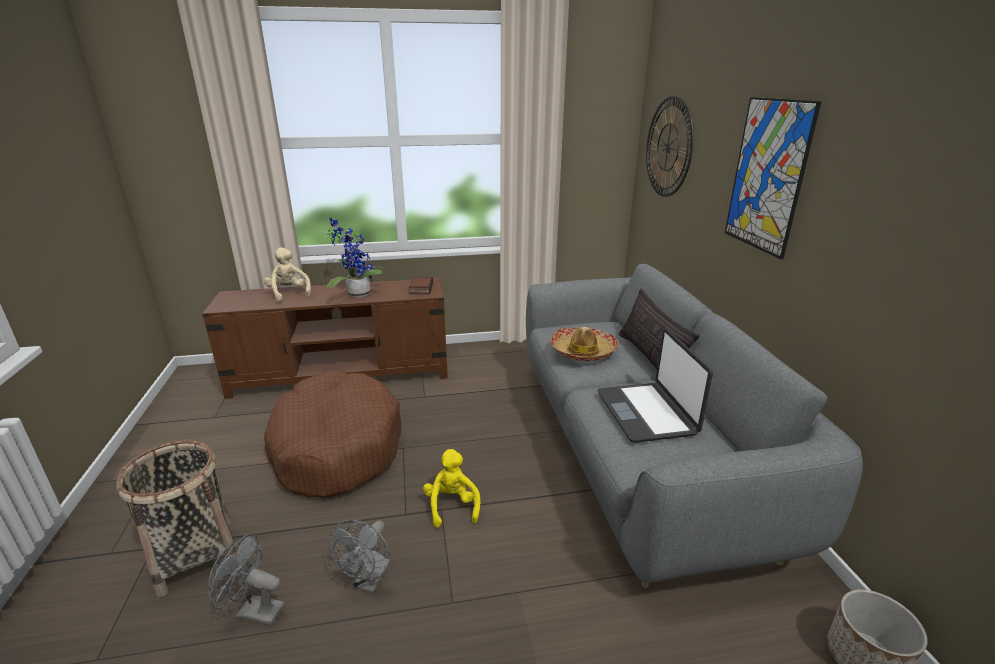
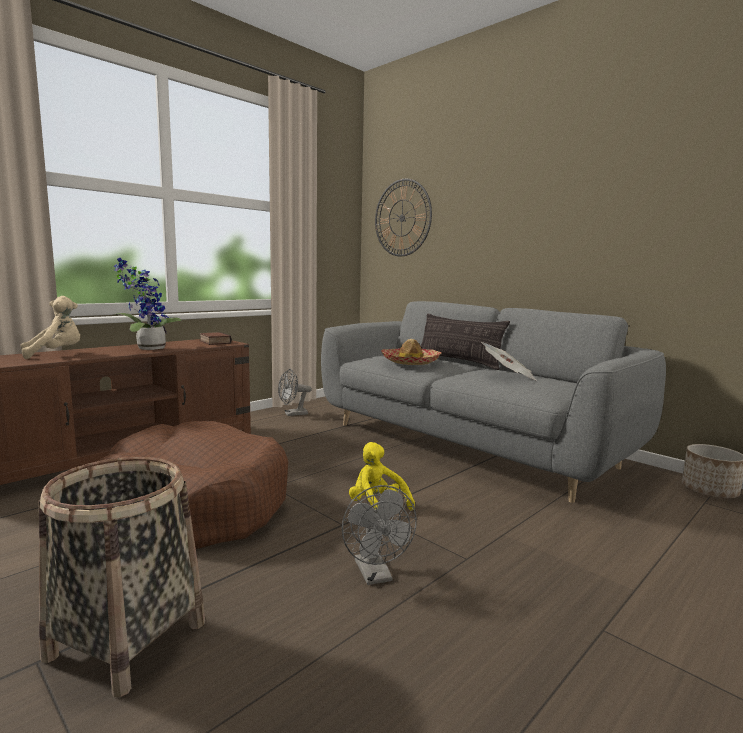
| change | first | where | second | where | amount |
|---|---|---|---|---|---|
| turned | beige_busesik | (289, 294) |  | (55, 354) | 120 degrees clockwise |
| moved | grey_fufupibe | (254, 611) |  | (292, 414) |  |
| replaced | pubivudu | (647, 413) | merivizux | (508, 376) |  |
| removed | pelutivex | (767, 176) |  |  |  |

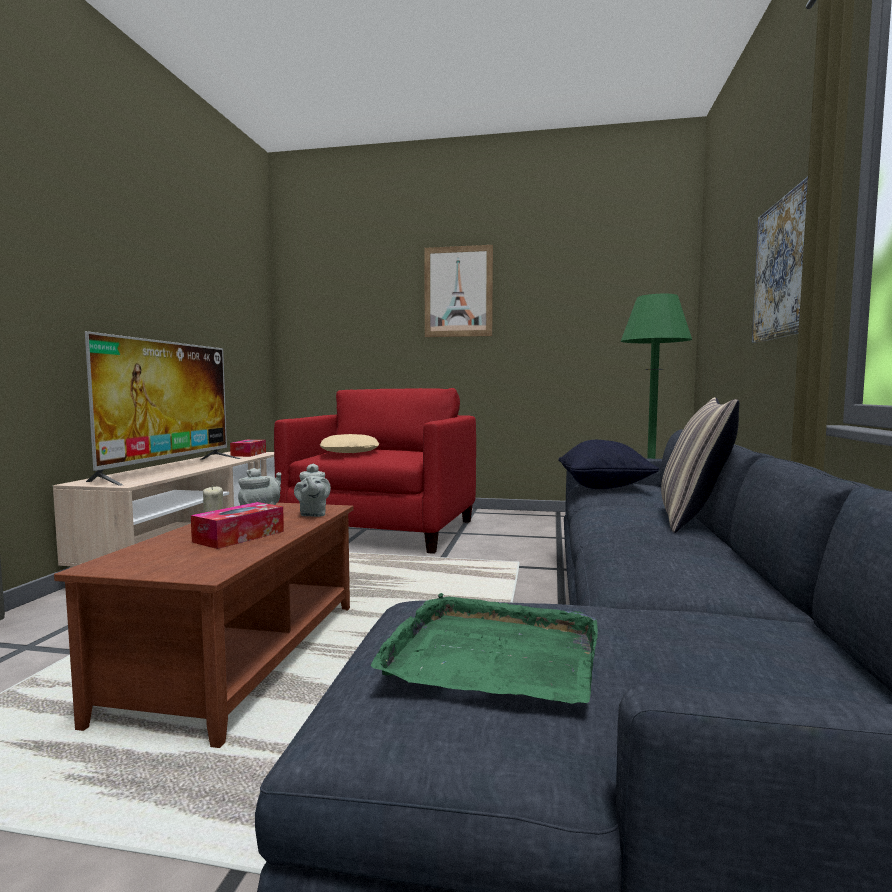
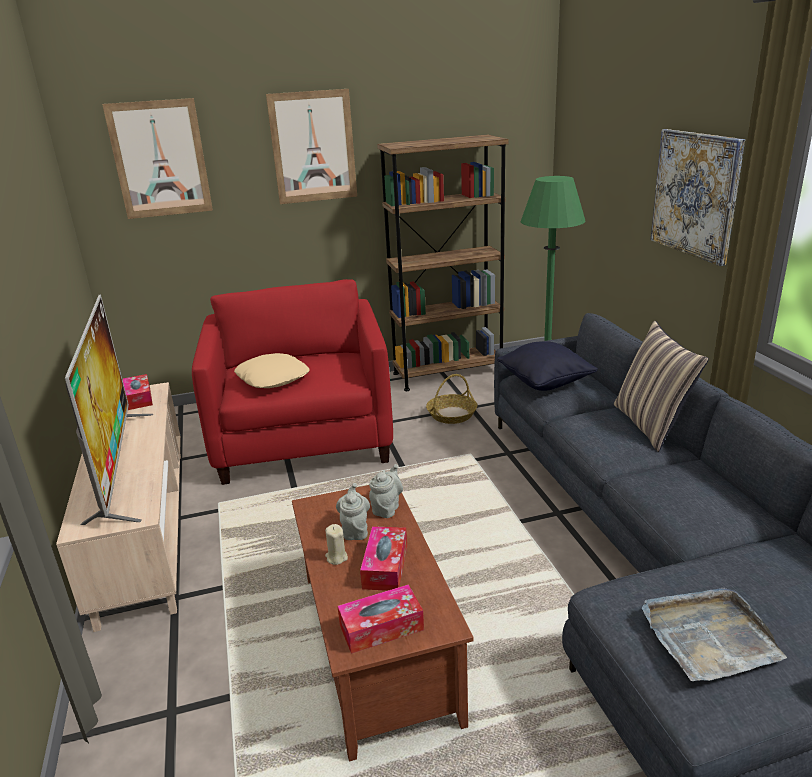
| change | first | where | second | where | amount |
|---|---|---|---|---|---|
| added |  |  | pelutivex | (160, 159) |  |
| added |  |  | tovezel | (381, 627) |  |
| turned | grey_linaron | (312, 514) |  | (387, 508) | 120 degrees counterclockwise |
| added |  |  | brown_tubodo | (448, 374) |  |
| added |  |  | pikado | (452, 414) |  |
| recoloured | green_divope | (493, 654) | grey_divope | (708, 637) |  |

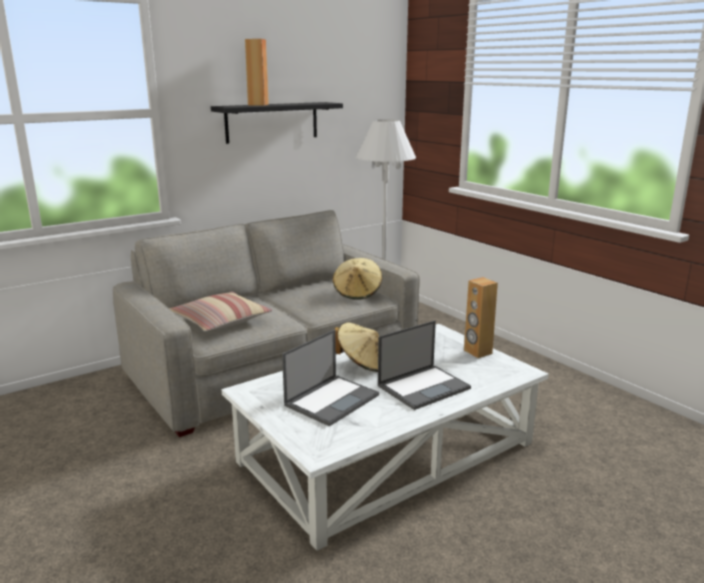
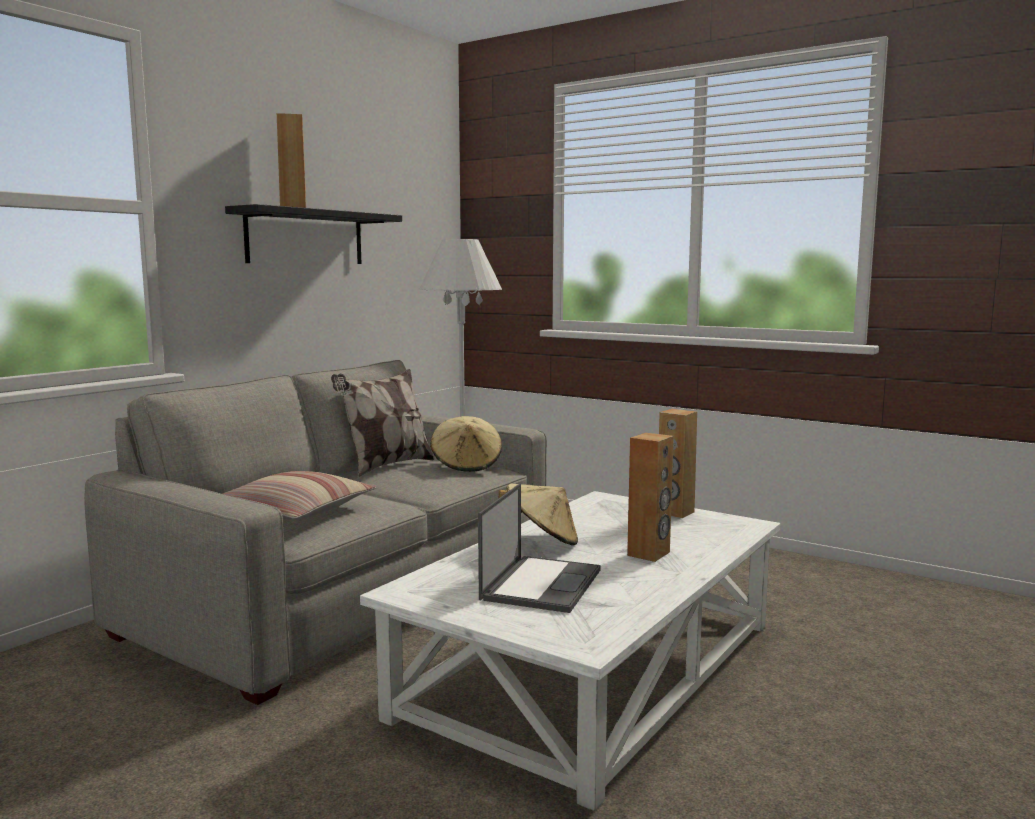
| change | first | where | second | where | amount |
|---|---|---|---|---|---|
| added |  |  | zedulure | (386, 465) |  |
| replaced | pubivudu | (424, 386) | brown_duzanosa | (649, 554) |  |

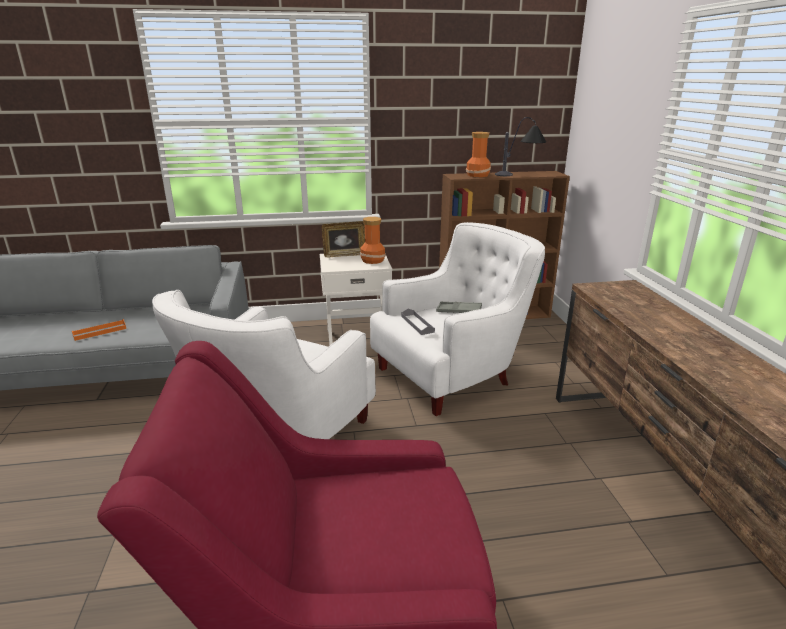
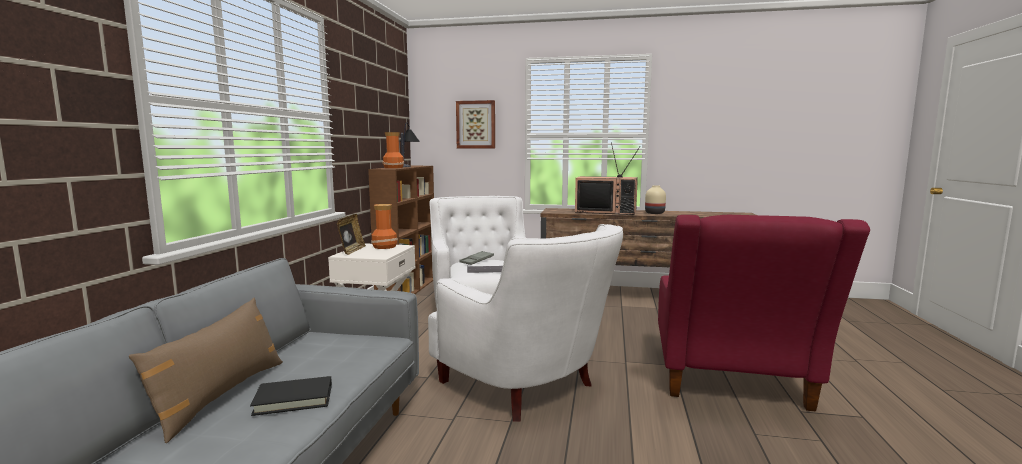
| change | first | where | second | where | amount |
|---|---|---|---|---|---|
| added |  |  | brown_zedulure | (220, 395) |  |
| replaced | orange_divope | (99, 332) | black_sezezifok | (294, 399) |  |
| added |  |  | pelutivex | (476, 124) |  |
| added |  |  | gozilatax | (606, 212) |  |
| added |  |  | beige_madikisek | (655, 213) |  |

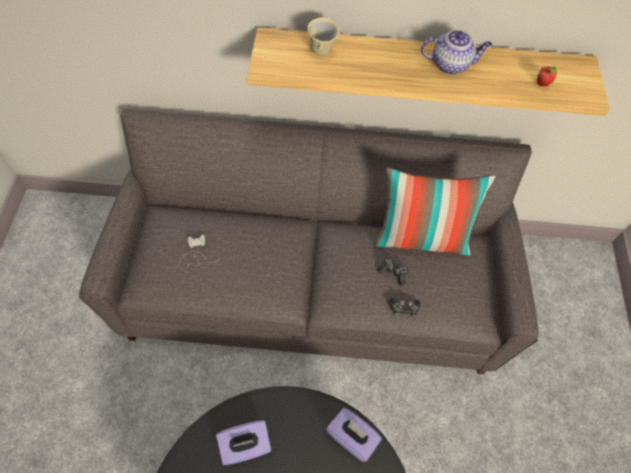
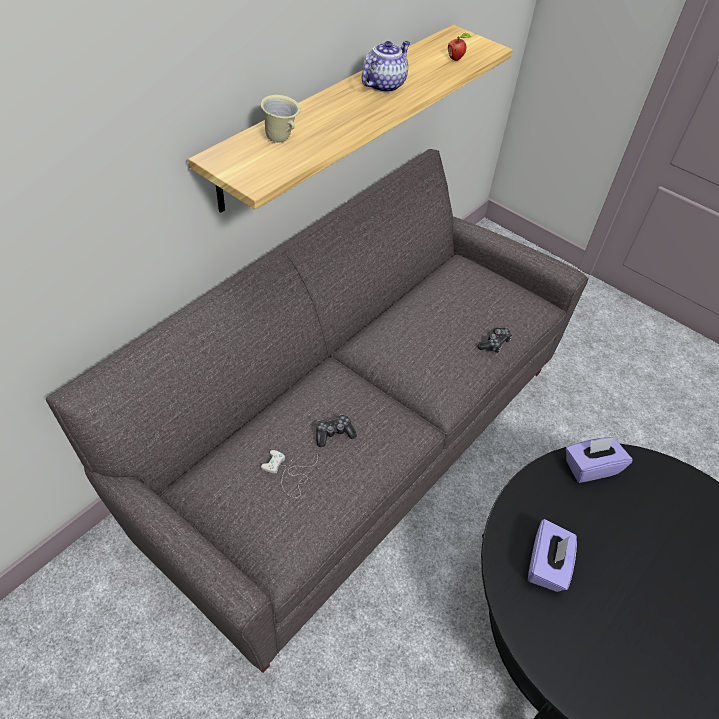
| change | first | where | second | where | amount |
|---|---|---|---|---|---|
| moved | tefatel | (393, 272) |  | (334, 433) |  |
| removed | zedulure | (421, 238) |  |  |  |

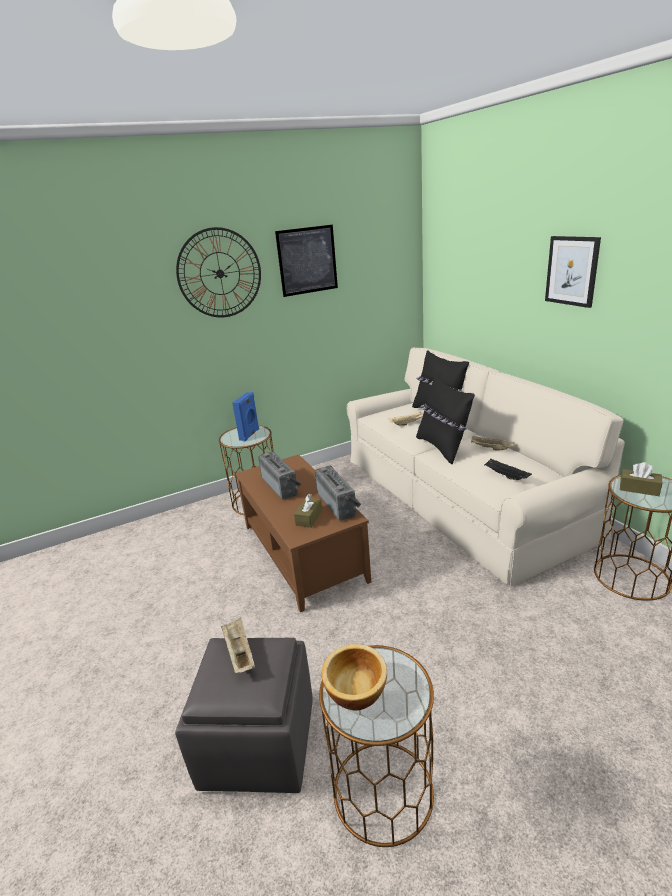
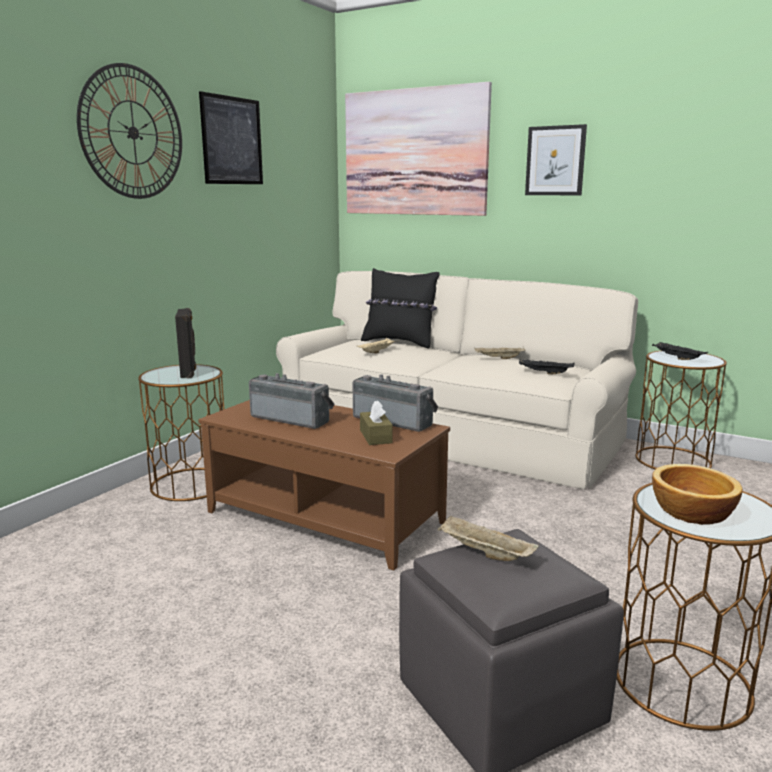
| change | first | where | second | where | amount |
|---|---|---|---|---|---|
| recoloured | blue_duzanosa | (250, 435) | black_duzanosa | (189, 372) |  |
| added |  |  | pelutivex | (415, 152) |  |
| replaced | brown_tovezel | (639, 488) | black_divope | (676, 358) |  |
| removed | black_zedulure | (443, 448) |  |  |  |

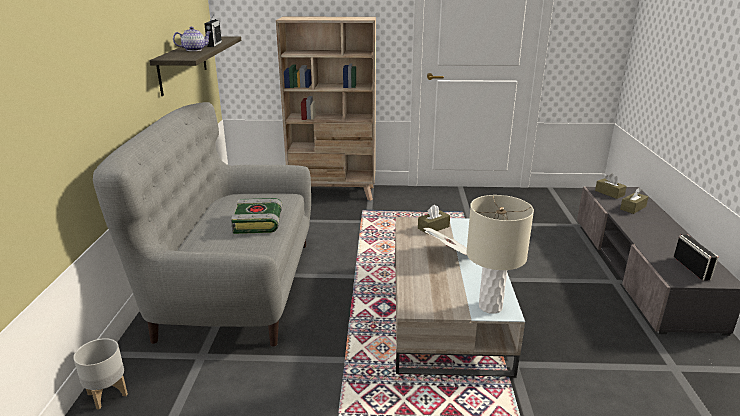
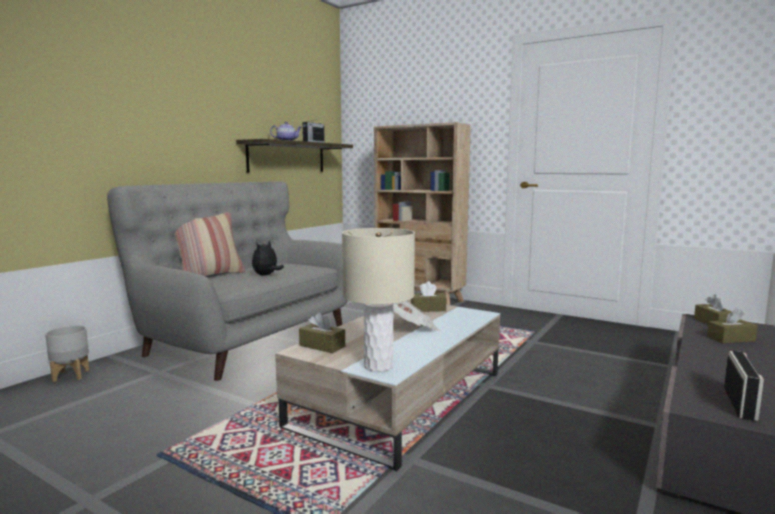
| change | first | where | second | where | amount |
|---|---|---|---|---|---|
| added |  |  | zedulure | (210, 275) |  |
| replaced | sezezifok | (259, 223) | busesik | (266, 275) |  |
| added |  |  | brown_tovezel | (322, 346) |  |

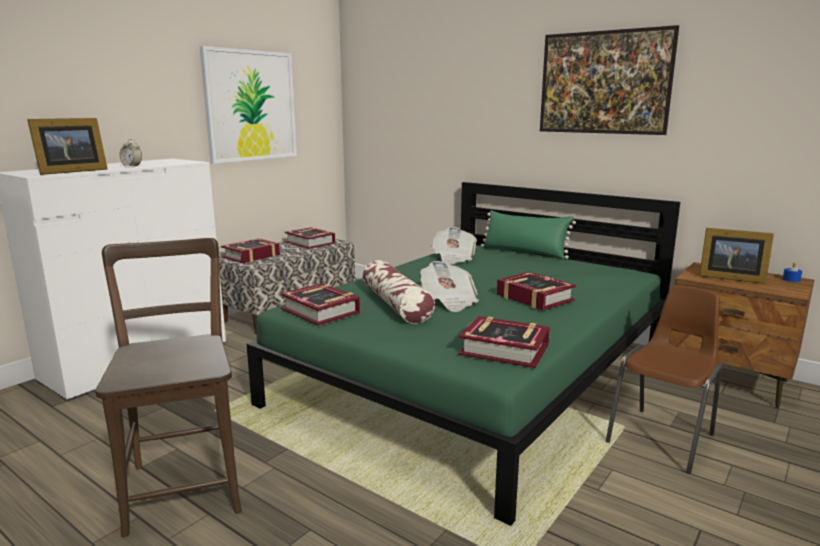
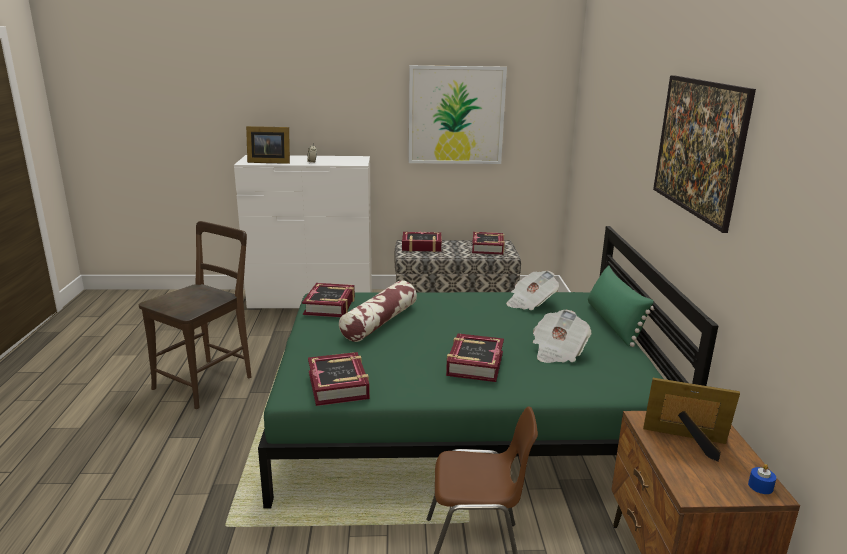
| change | first | where | second | where | amount |
|---|---|---|---|---|---|
| moved | merivizux | (448, 301) |  | (557, 351) |  |
| turned | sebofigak | (729, 277) |  | (687, 442) | 120 degrees clockwise |

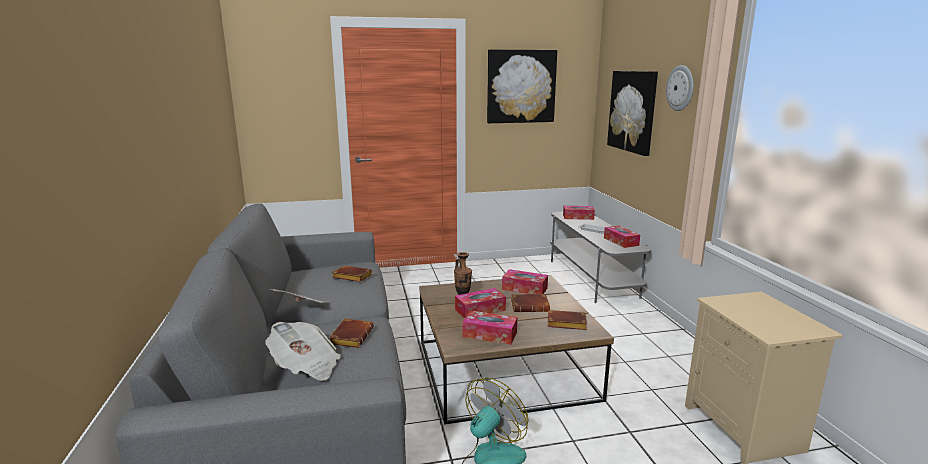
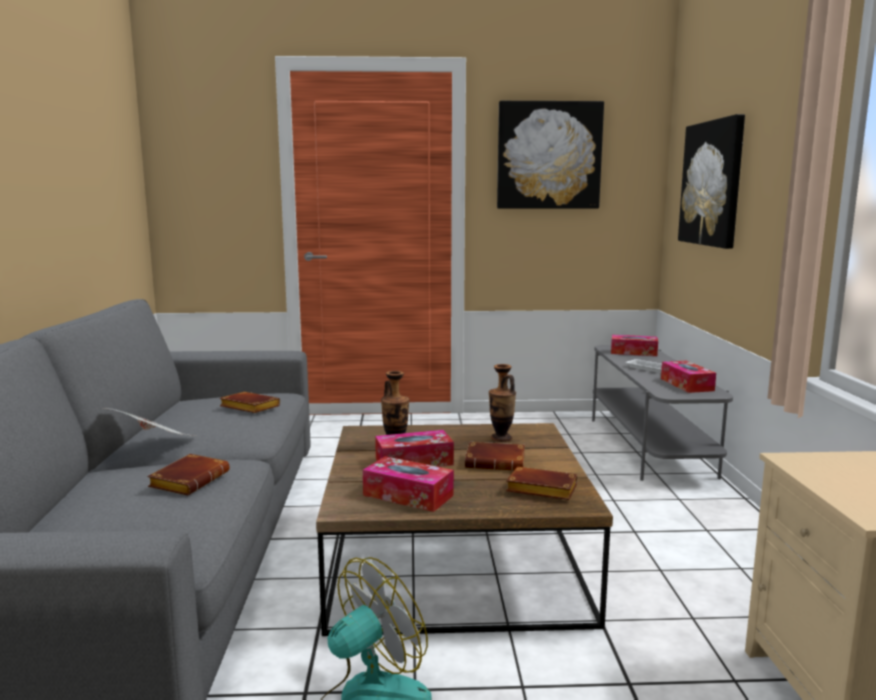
| change | first | where | second | where | amount |
|---|---|---|---|---|---|
| replaced | tovezel | (524, 288) | madikisek | (501, 438) |  |
| removed | merivizux | (306, 366) |  |  |  |
| removed | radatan | (680, 88) |  |  |  |

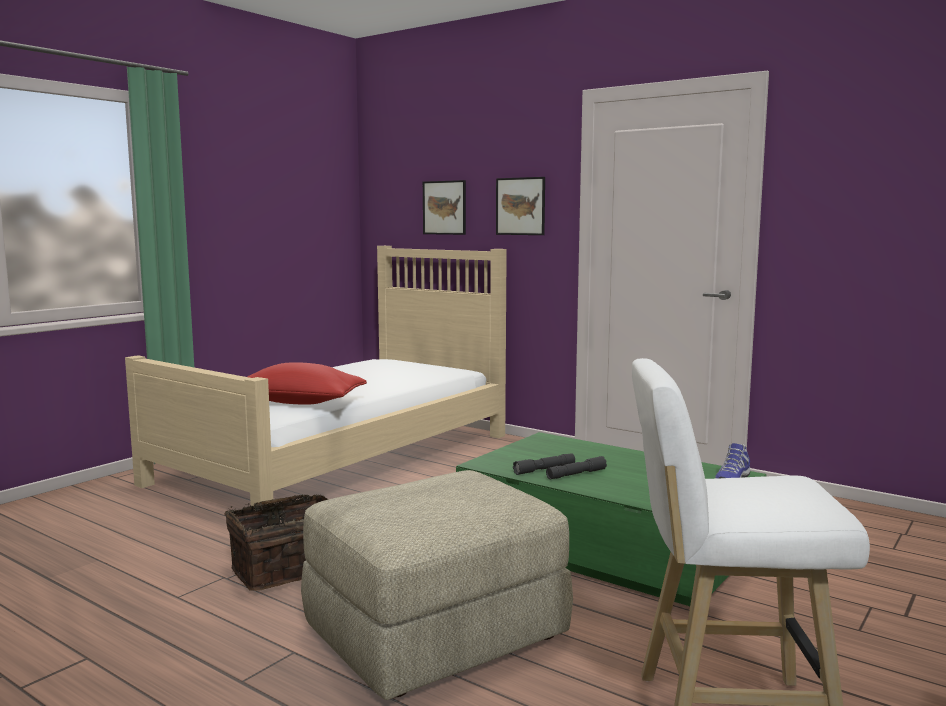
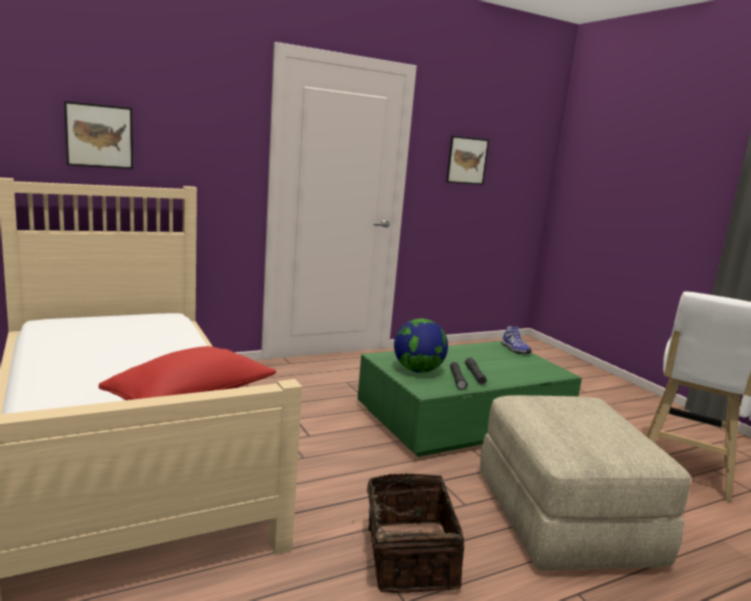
| change | first | where | second | where | amount |
|---|---|---|---|---|---|
| added |  |  | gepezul | (418, 370) |  |
| moved | pelutivex | (520, 206) |  | (467, 160) |  |

